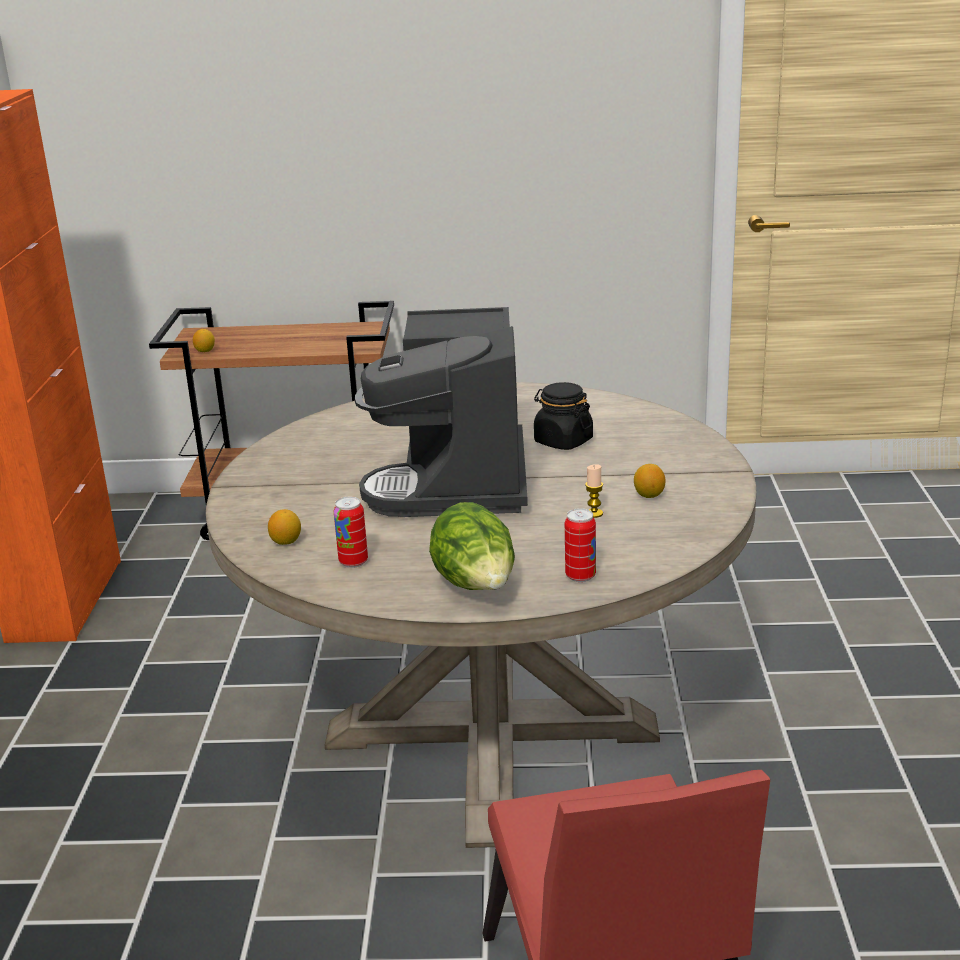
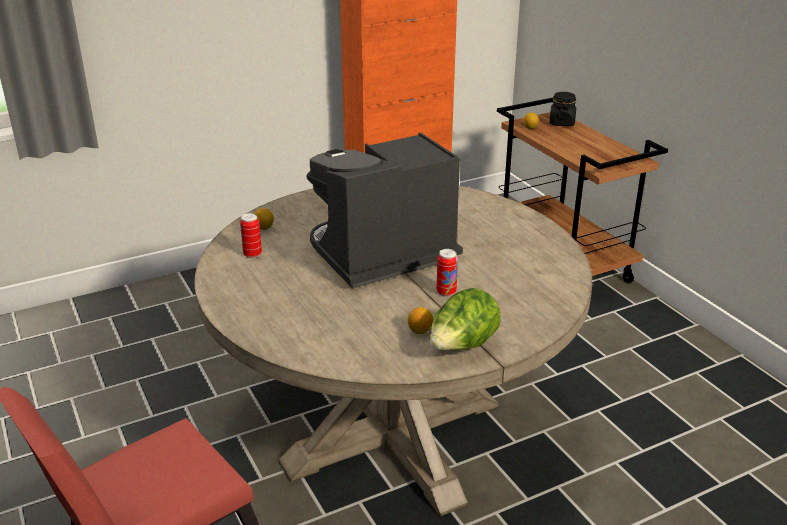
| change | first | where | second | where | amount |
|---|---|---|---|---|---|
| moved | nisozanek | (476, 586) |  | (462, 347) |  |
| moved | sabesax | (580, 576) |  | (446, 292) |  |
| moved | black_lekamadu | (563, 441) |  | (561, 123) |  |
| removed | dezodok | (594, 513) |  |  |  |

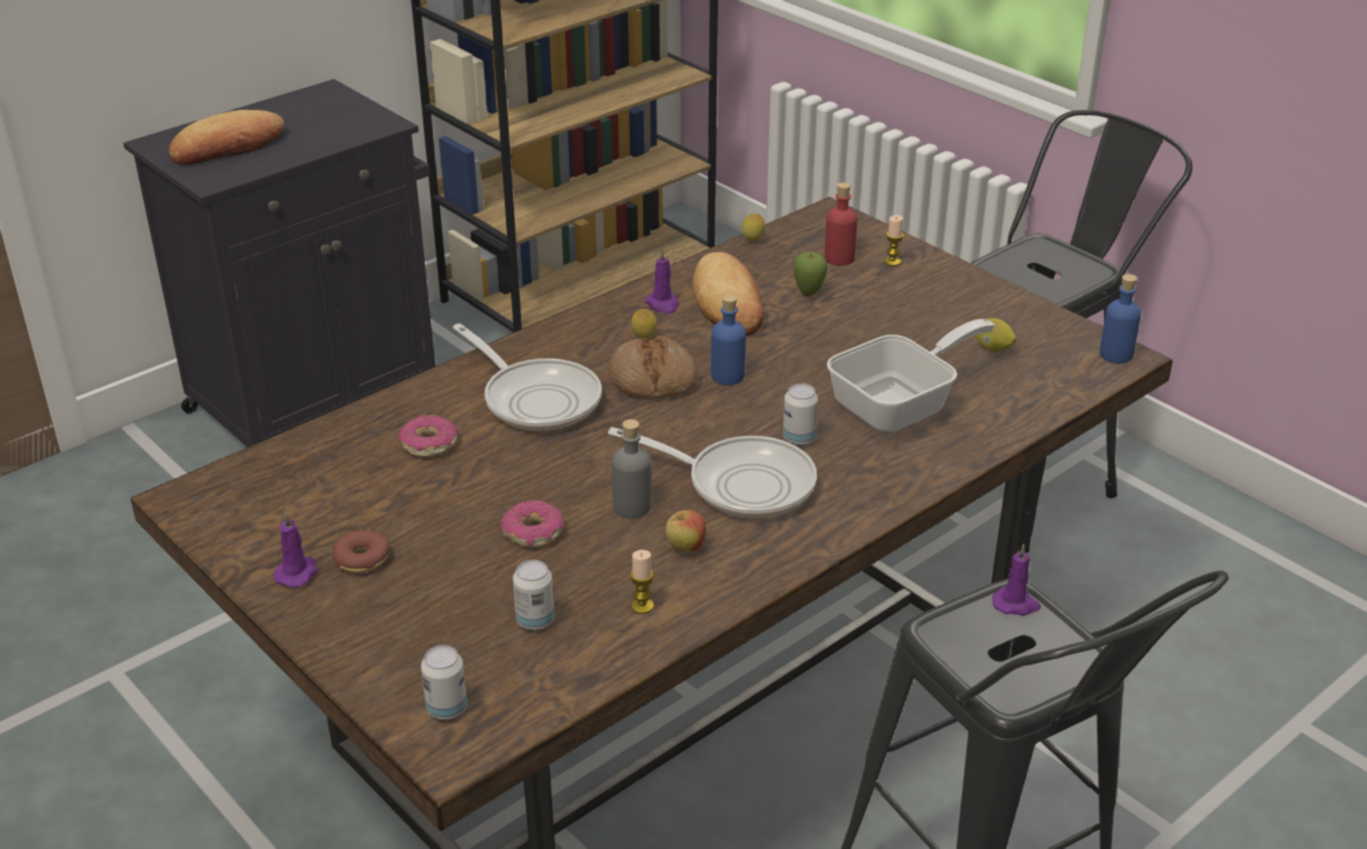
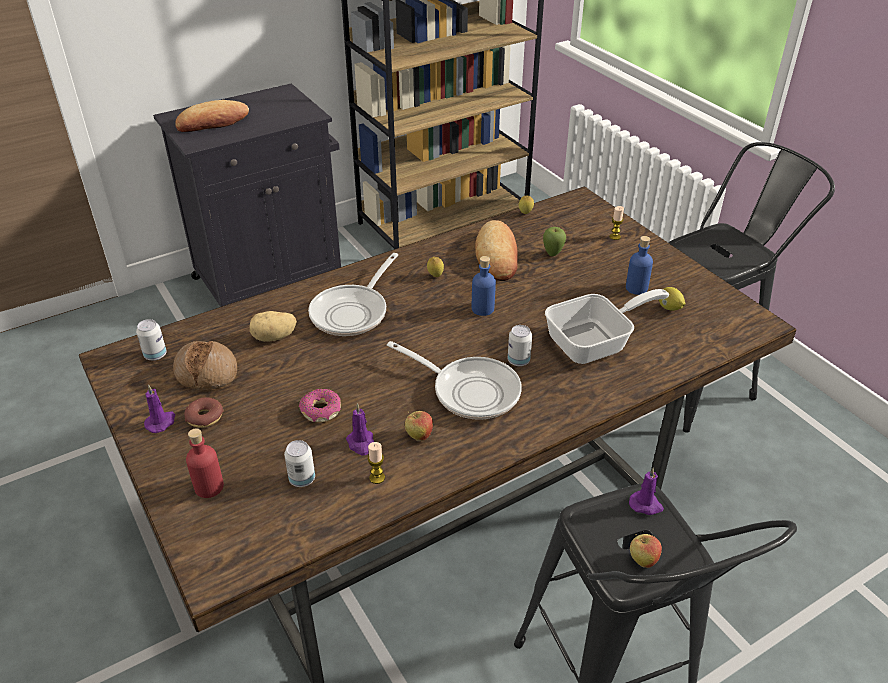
| change | first | where | second | where | amount |
|---|---|---|---|---|---|
| moved | sabesax | (447, 709) |  | (155, 355) |  |
| moved | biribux | (653, 380) |  | (207, 372) |  |
| moved | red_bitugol | (839, 258) |  | (209, 487) |  |
| replaced | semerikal | (429, 444) | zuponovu | (274, 337) |  |
| turned | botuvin | (536, 399) |  | (353, 312) | 60 degrees clockwise |
| moved | purple_dezodok | (663, 305) |  | (361, 443) |  |
| moved | blue_bitugol | (1116, 354) |  | (636, 288) |  |
| added |  |  | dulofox | (642, 560) |  |
| removed | grey_bitugol | (632, 507) |  |  |  |

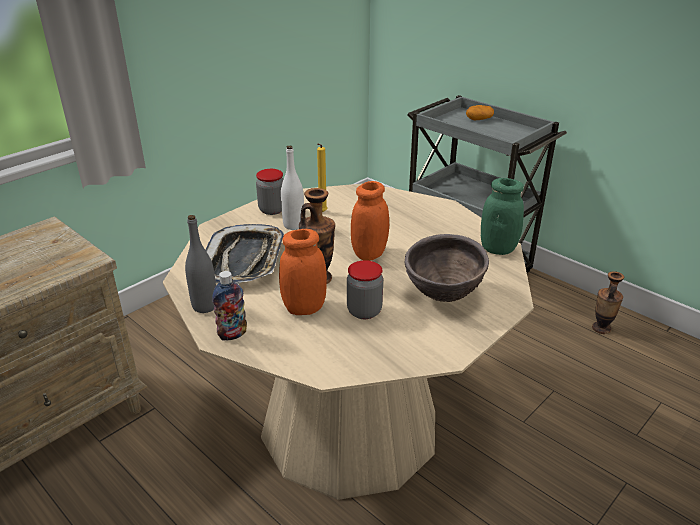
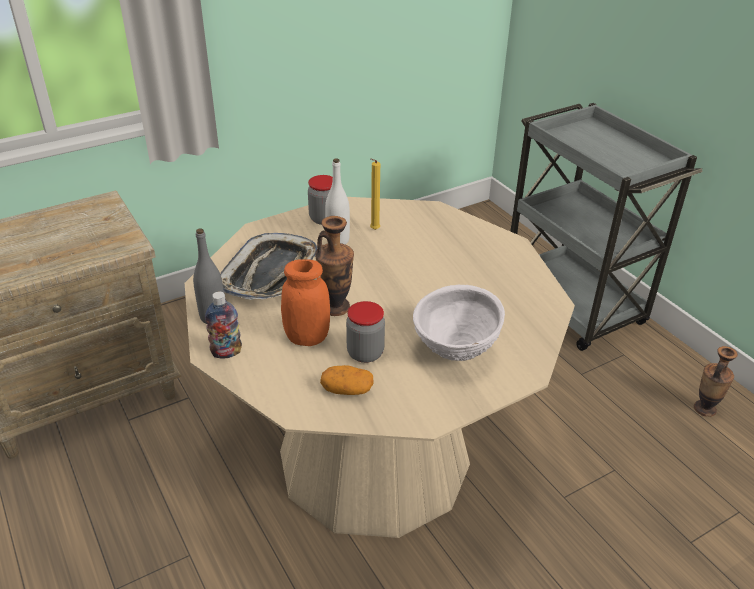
| change | first | where | second | where | amount |
|---|---|---|---|---|---|
| moved | zuponovu | (479, 119) |  | (347, 390) |  |
| recoloured | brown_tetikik | (443, 296) | white_tetikik | (455, 352) |  |
| removed | orange_lekamadu | (369, 254) |  |  |  |
| removed | green_lekamadu | (498, 249) |  |  |  |

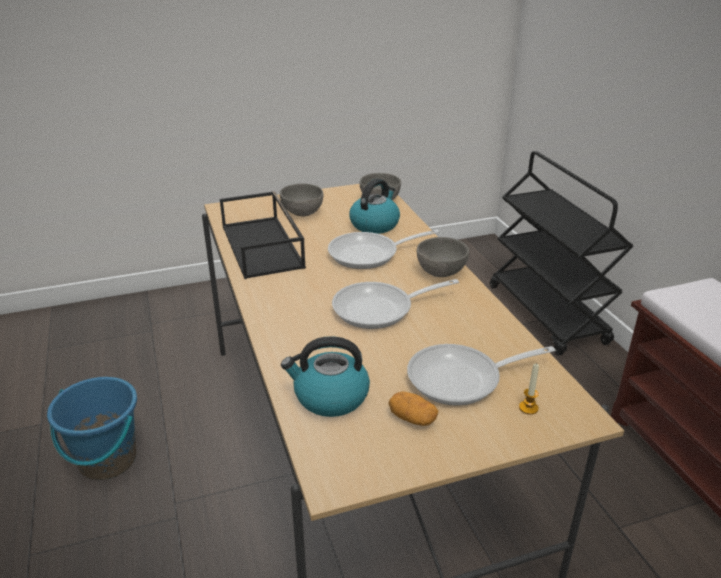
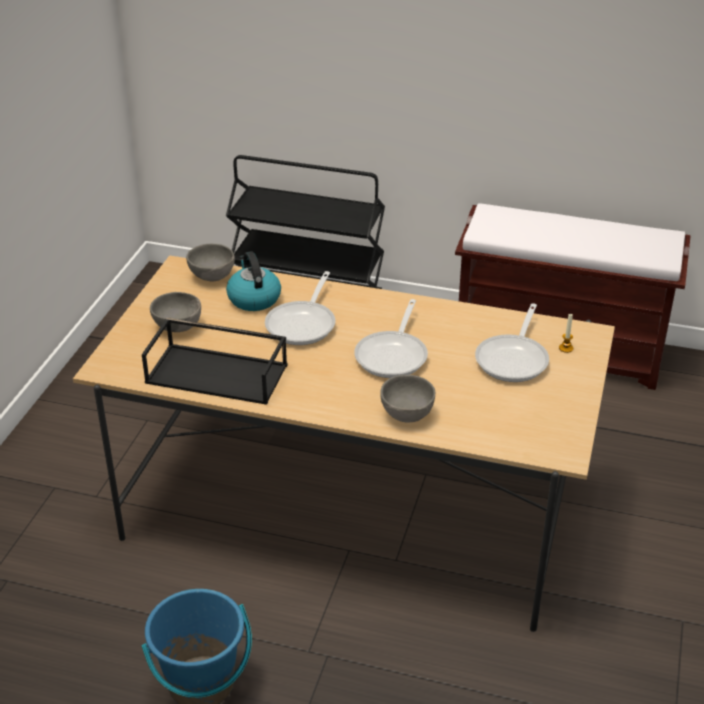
| change | first | where | second | where | amount |
|---|---|---|---|---|---|
| moved | grey_tetikik | (440, 272) |  | (406, 414) |  |
| removed | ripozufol | (330, 397) |  |  |  |
| removed | zuponovu | (412, 418) |  |  |  |

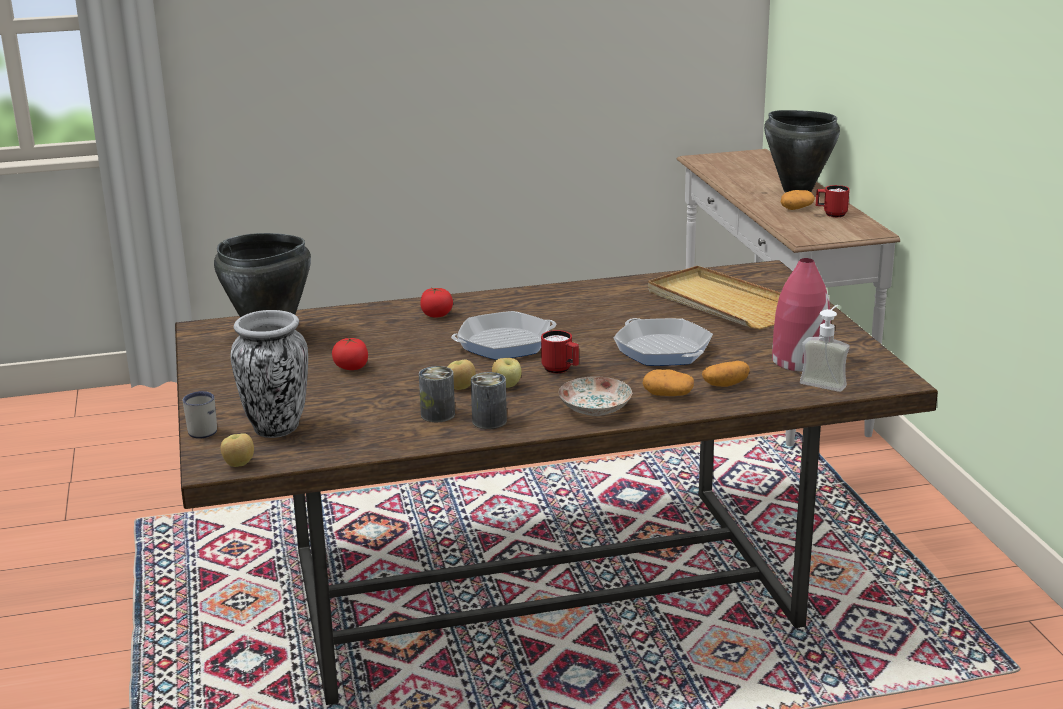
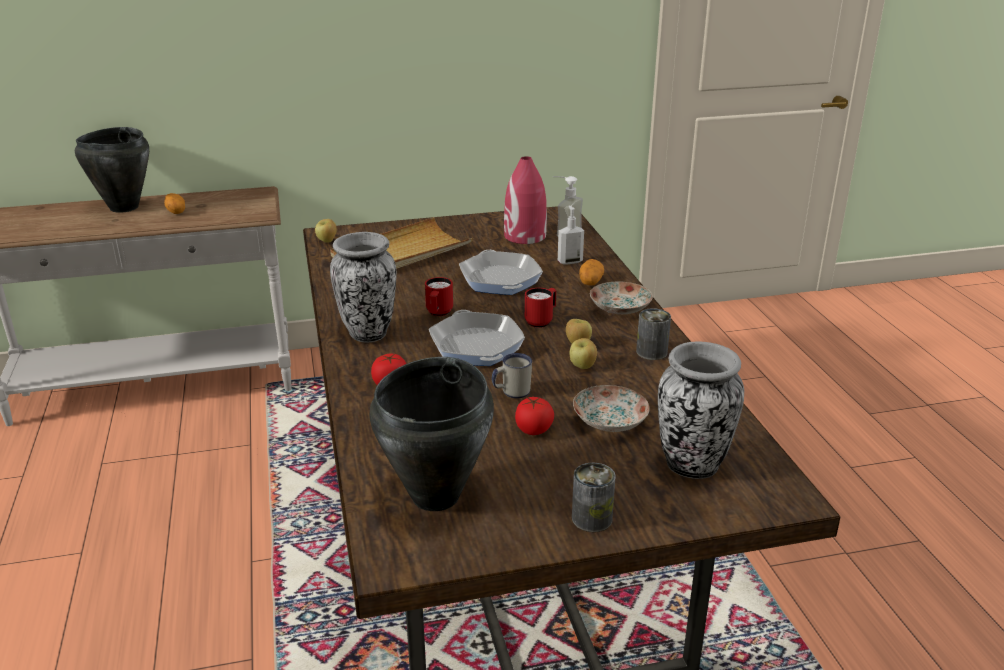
| change | first | where | second | where | amount |
|---|---|---|---|---|---|
| moved | dulofox | (238, 464) |  | (327, 241) |  |
| added |  |  | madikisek | (368, 333) |  |
| moved | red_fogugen | (831, 214) |  | (438, 313) |  |
| turned | botuvin | (663, 350) |  | (500, 279) | 105 degrees clockwise |
| moved | white_fogugen | (202, 430) |  | (511, 392) |  |
| replaced | zuponovu | (725, 384) | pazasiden | (569, 261) |  |
| moved | sabesax | (437, 414) |  | (592, 518) |  |
| added |  |  | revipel | (611, 421) |  |

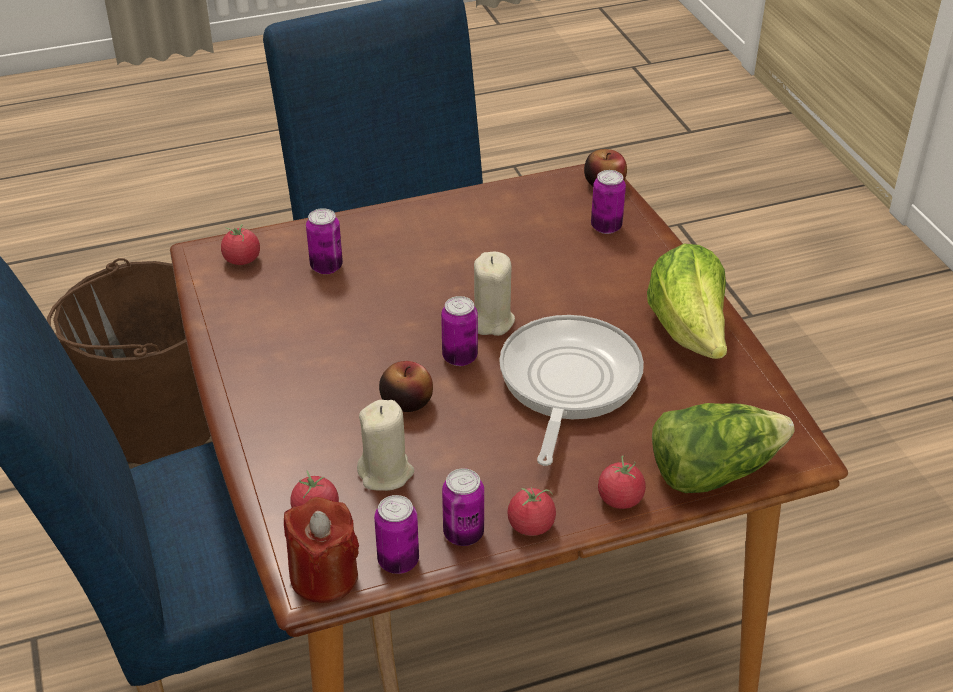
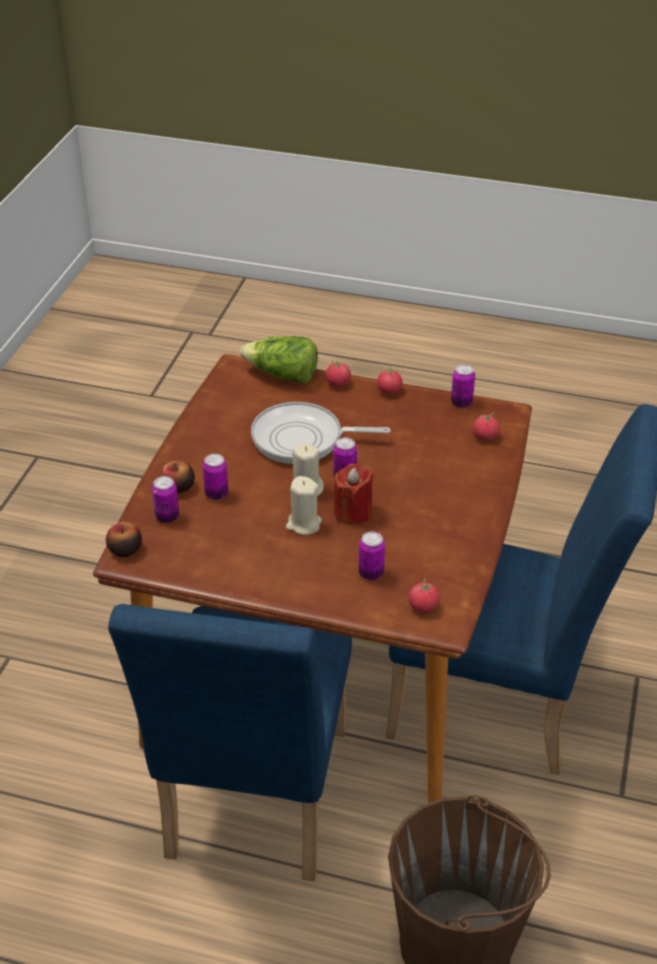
| change | first | where | second | where | amount |
|---|---|---|---|---|---|
| moved | dulofox | (406, 401) |  | (178, 487) |  |
| moved | sabesax | (463, 534) |  | (216, 494) |  |
| turned | botuvin | (567, 383) |  | (303, 439) | 45 degrees clockwise |
| moved | beige_dezodok | (386, 472) |  | (303, 524) |  |
| moved | red_dezodok | (324, 576) |  | (353, 512) |  |
| removed | nisozanek | (689, 332) |  |  |  |

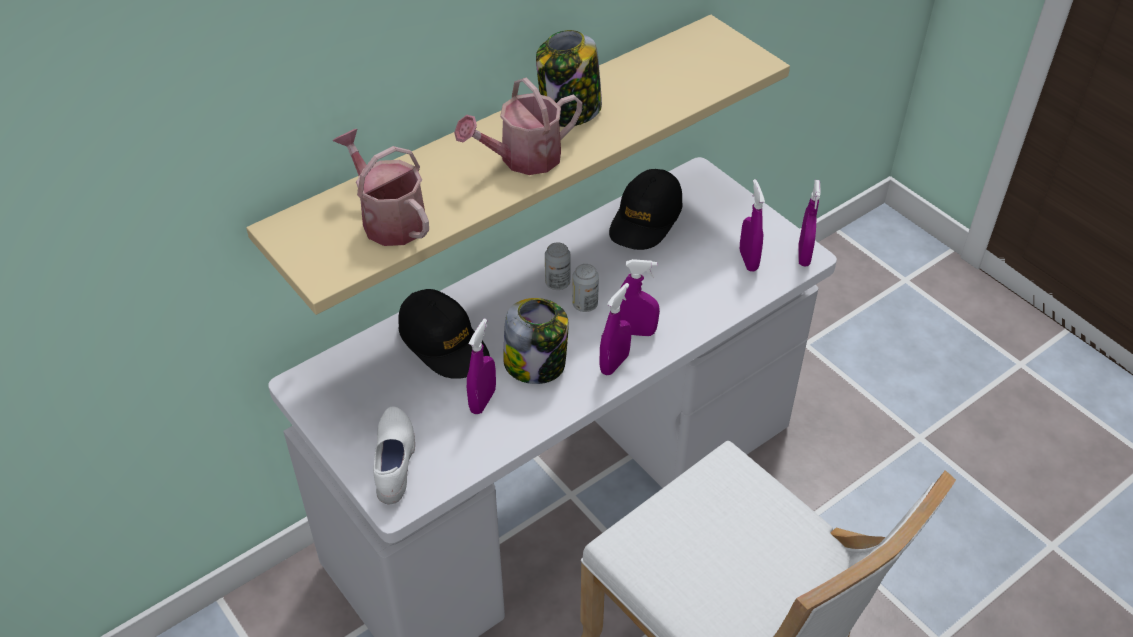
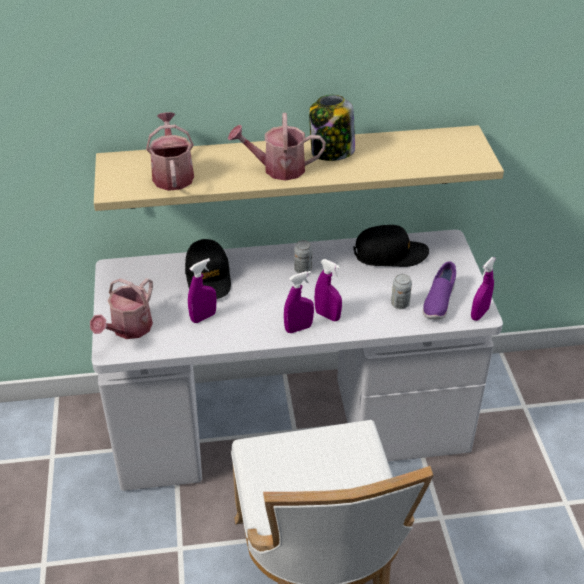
| change | first | where | second | where | amount |
|---|---|---|---|---|---|
| replaced | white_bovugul | (395, 462) | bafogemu | (128, 329) |  |
| turned | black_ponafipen | (645, 219) |  | (390, 254) | 150 degrees counterclockwise |
| moved | sabesax | (585, 304) |  | (400, 304) |  |
| replaced | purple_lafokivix | (748, 260) | purple_bovugul | (438, 302) |  |
| removed | lekamadu | (536, 364) |  |  |  |

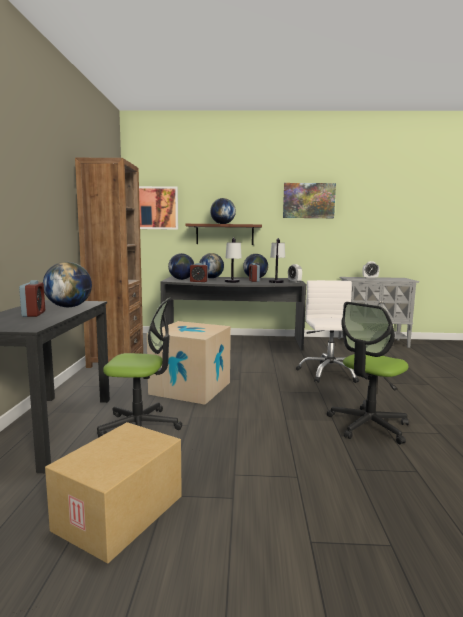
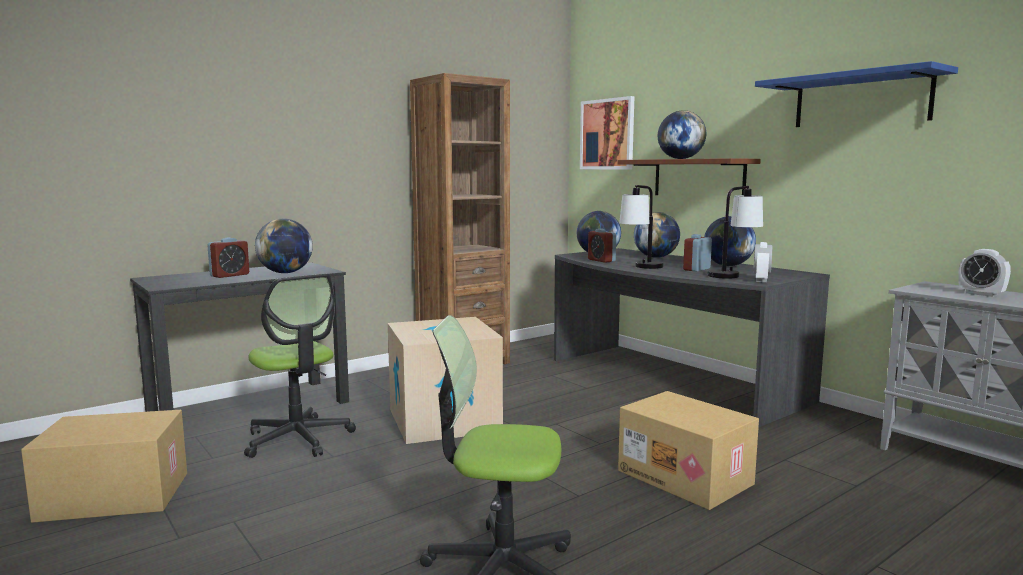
| change | first | where | second | where | amount |
|---|---|---|---|---|---|
| replaced | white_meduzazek | (329, 373) | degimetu | (686, 477) |  |
| replaced | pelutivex | (308, 200) | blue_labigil | (861, 100) |  |

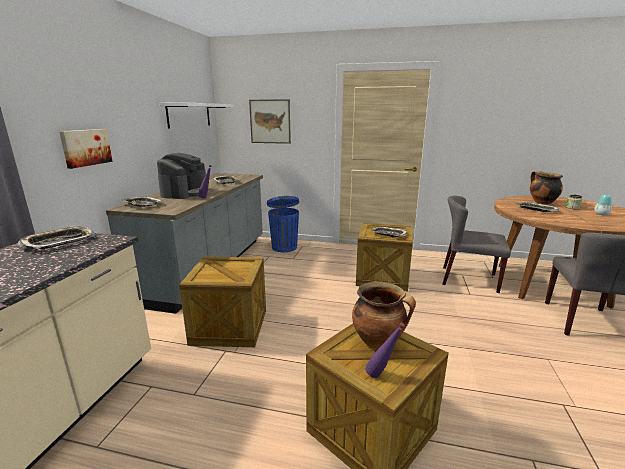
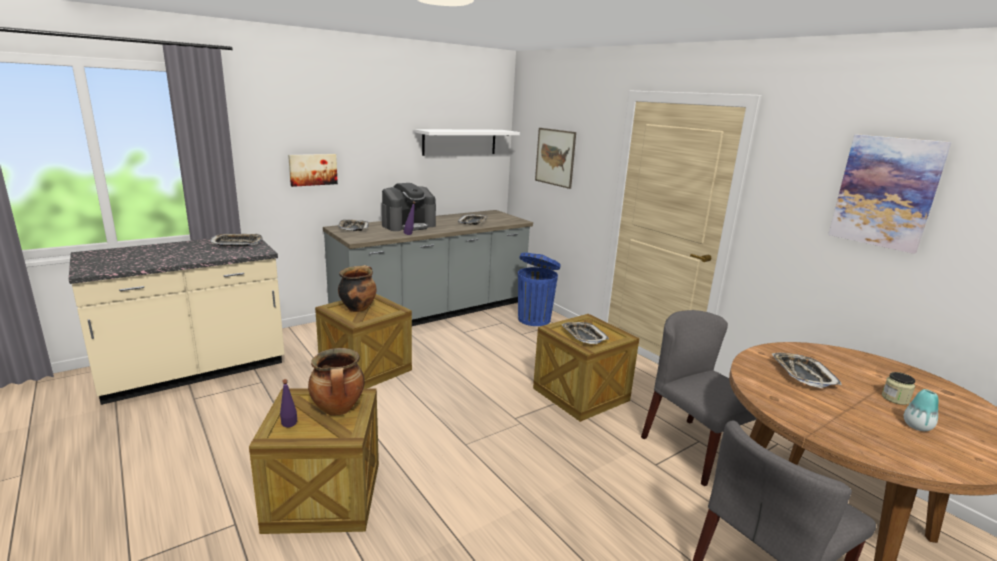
| change | first | where | second | where | amount |
|---|---|---|---|---|---|
| moved | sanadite | (541, 202) |  | (358, 308) |  |
| added |  |  | pelutivex | (886, 192) |  |

